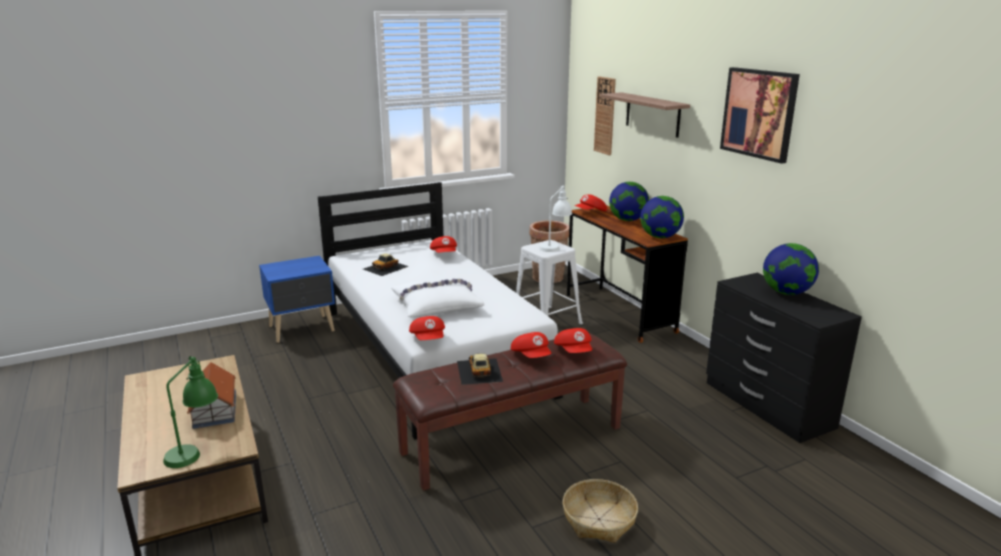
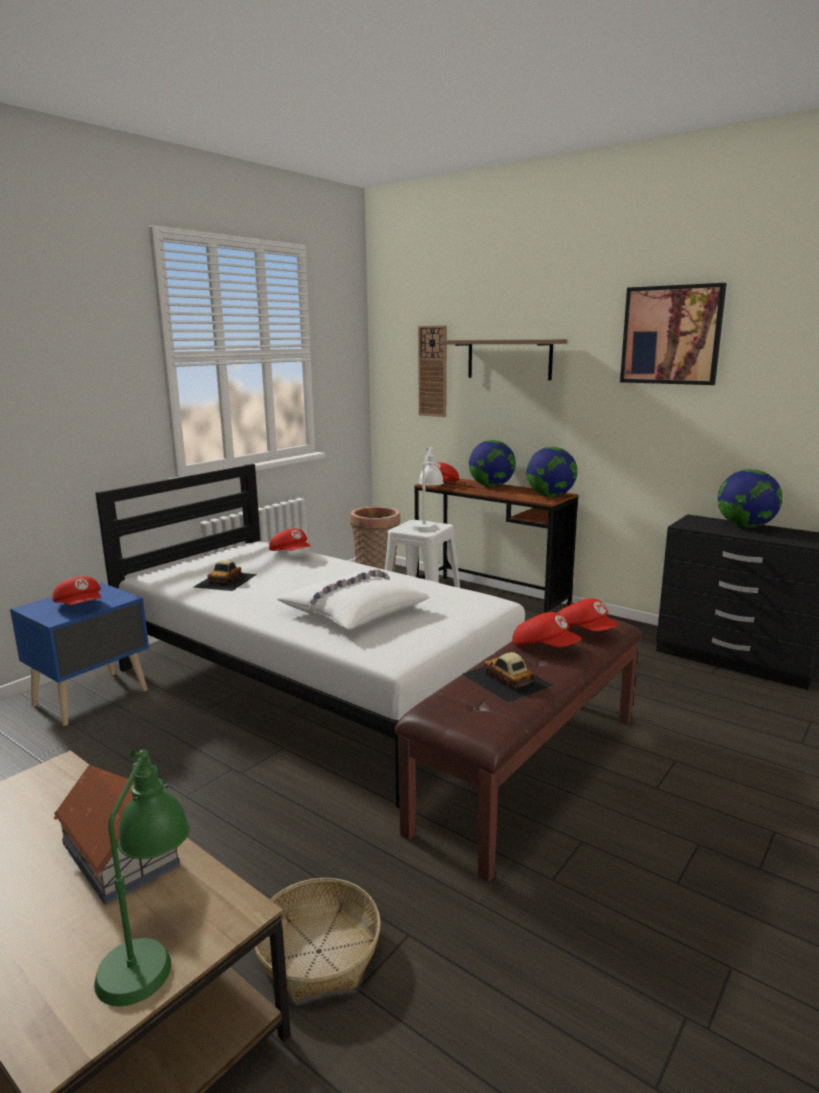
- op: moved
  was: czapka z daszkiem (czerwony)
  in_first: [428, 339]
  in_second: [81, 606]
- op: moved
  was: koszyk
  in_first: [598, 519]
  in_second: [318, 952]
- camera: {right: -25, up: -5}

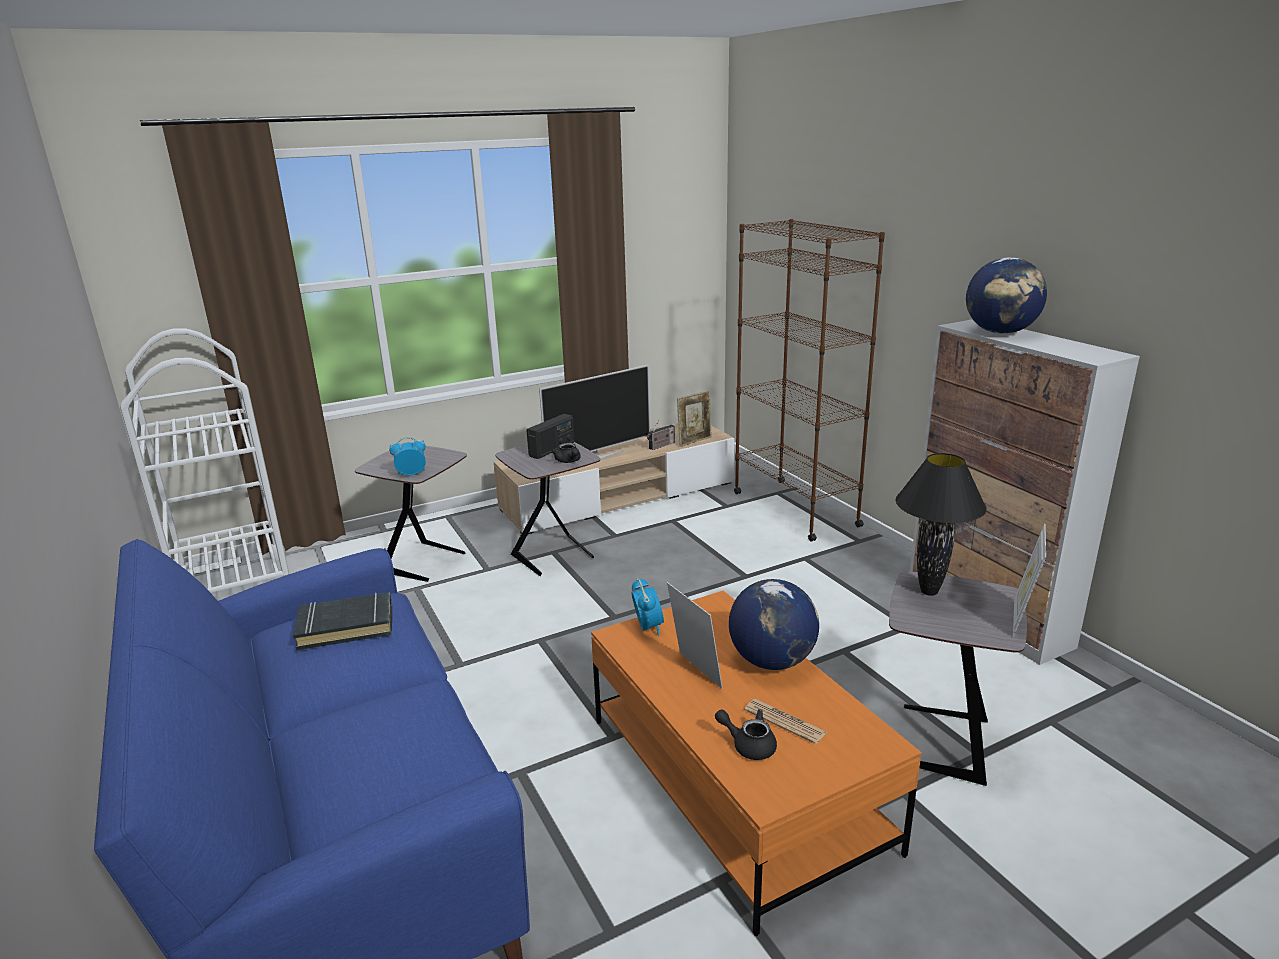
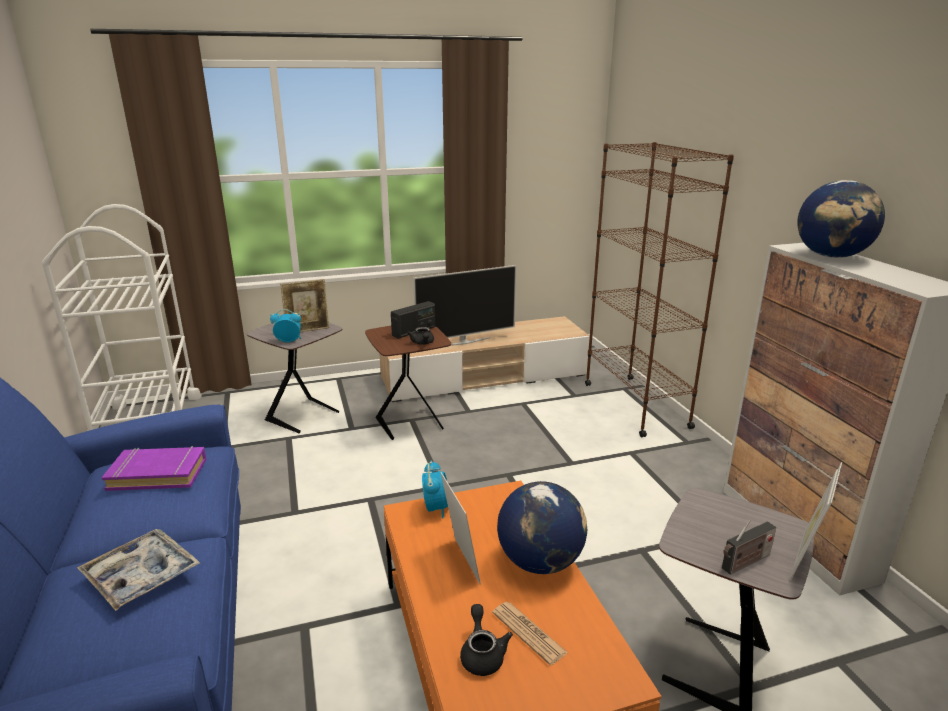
- op: moved
  was: ramka na zdjęcie
  in_first: [694, 441]
  in_second: [308, 330]
- op: moved
  was: radio
  in_first: [661, 446]
  in_second: [744, 563]
- op: recoloured
  was: stolik (szary)
  now: stolik (brązowy)
  in_first: [555, 556]
  in_second: [411, 424]
- op: removed
  was: lampa stołowa (czarny)
  in_first: [930, 592]
- op: recoloured
  was: książka (czarny)
  now: książka (fioletowy)
  in_first: [346, 626]
  in_second: [158, 474]
- op: turned
  was: imbryk (czarny)
  in_first: [748, 745]
  in_second: [482, 654]
  clockwise: 45
- op: added
  now: taca
  in_second: [141, 575]
- camera: {right: 10, up: 0}

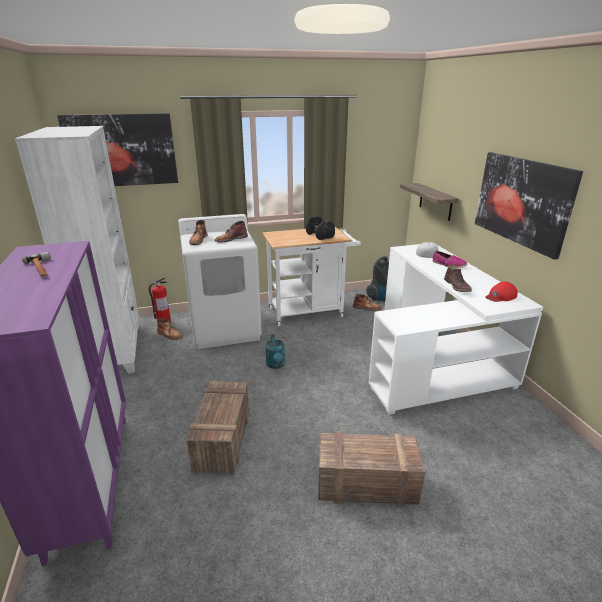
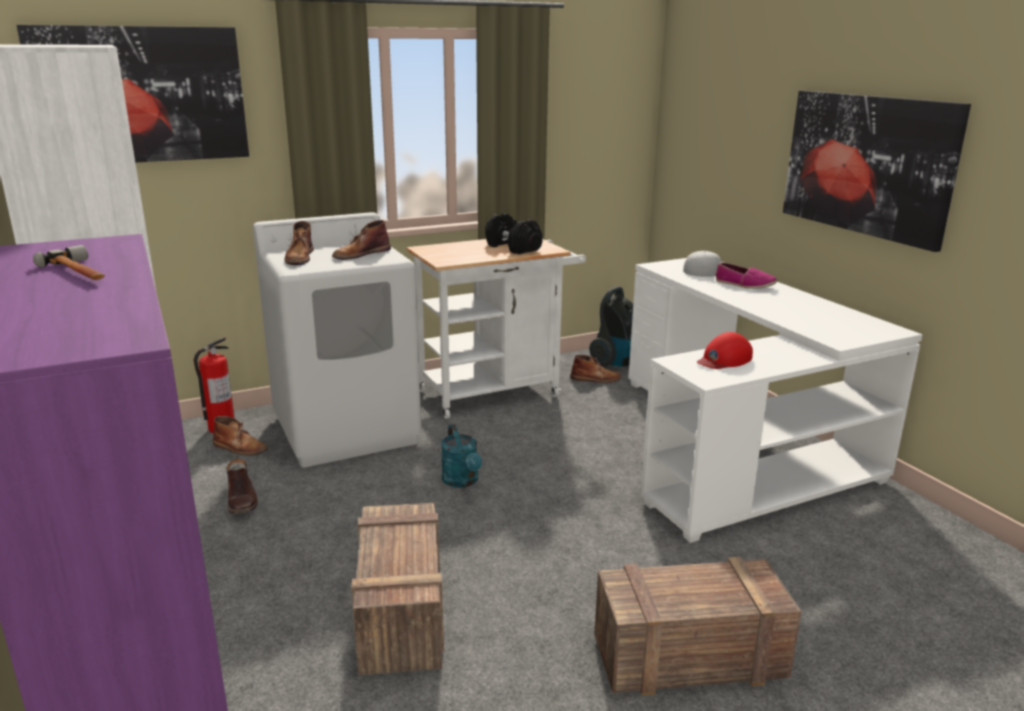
- op: removed
  was: półka
  in_first: [435, 201]
- op: moved
  was: but z cholewką (brązowy)
  in_first: [457, 286]
  in_second: [242, 500]
- op: moved
  was: czapka z daszkiem (czerwony)
  in_first: [500, 296]
  in_second: [724, 359]
- camera: {right: -10, up: -5}

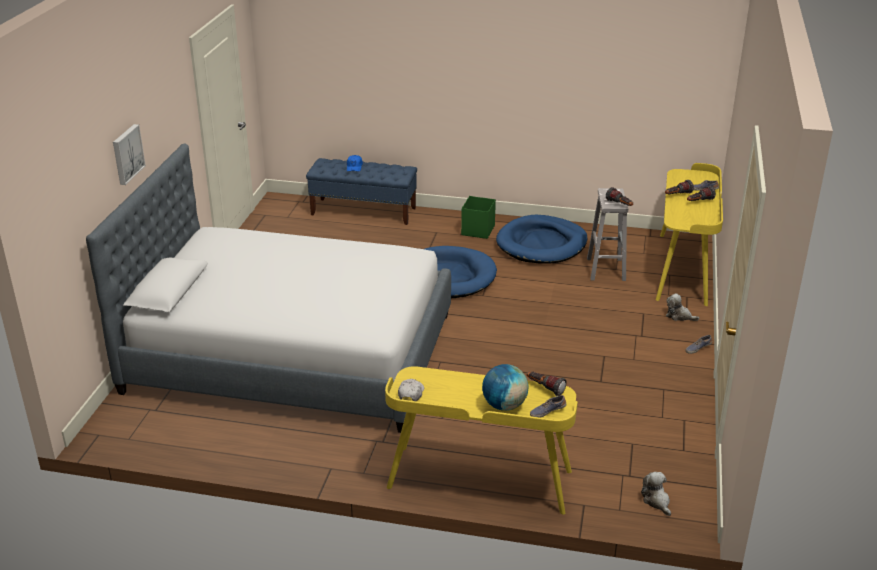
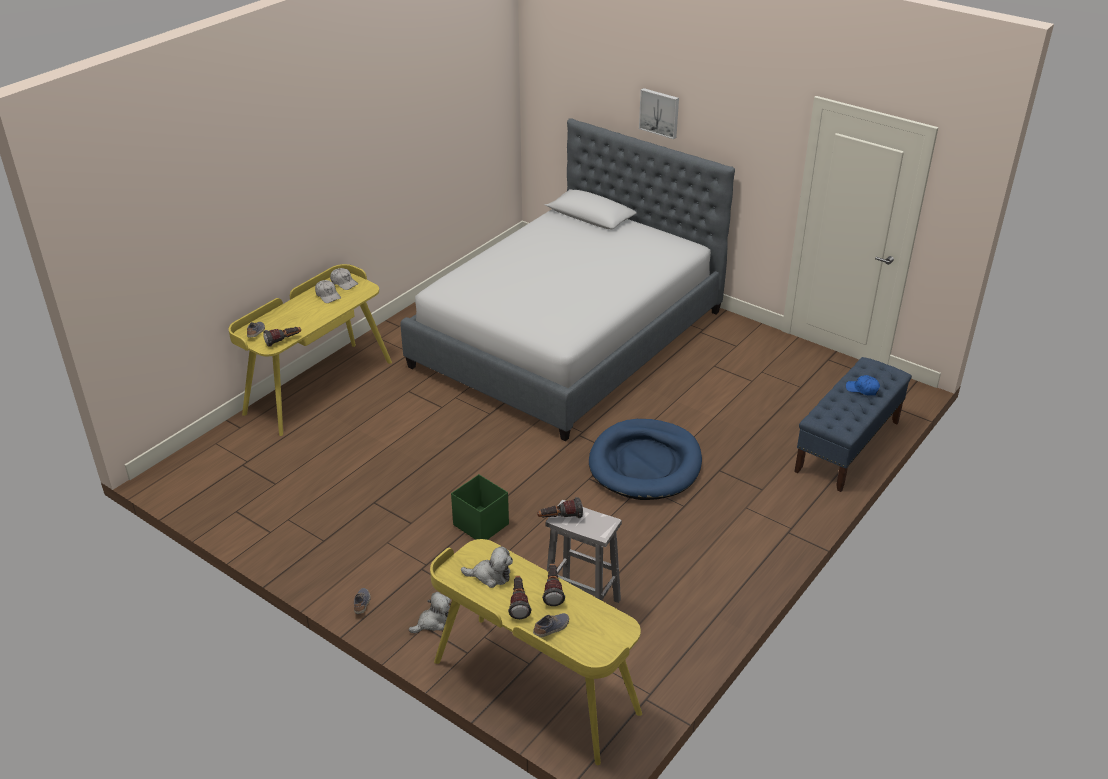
- op: moved
  was: pojemnik do przechowywania (zielony)
  in_first: [477, 230]
  in_second: [480, 524]
- op: removed
  was: legowisko (niebieski)
  in_first: [541, 244]
- op: removed
  was: globus
  in_first: [504, 405]
- op: moved
  was: pluszak
  in_first: [656, 501]
  in_second: [490, 575]
- op: added
  now: czapka z daszkiem (biały)
  in_second: [328, 295]
- camera: {right: 115, up: 5}

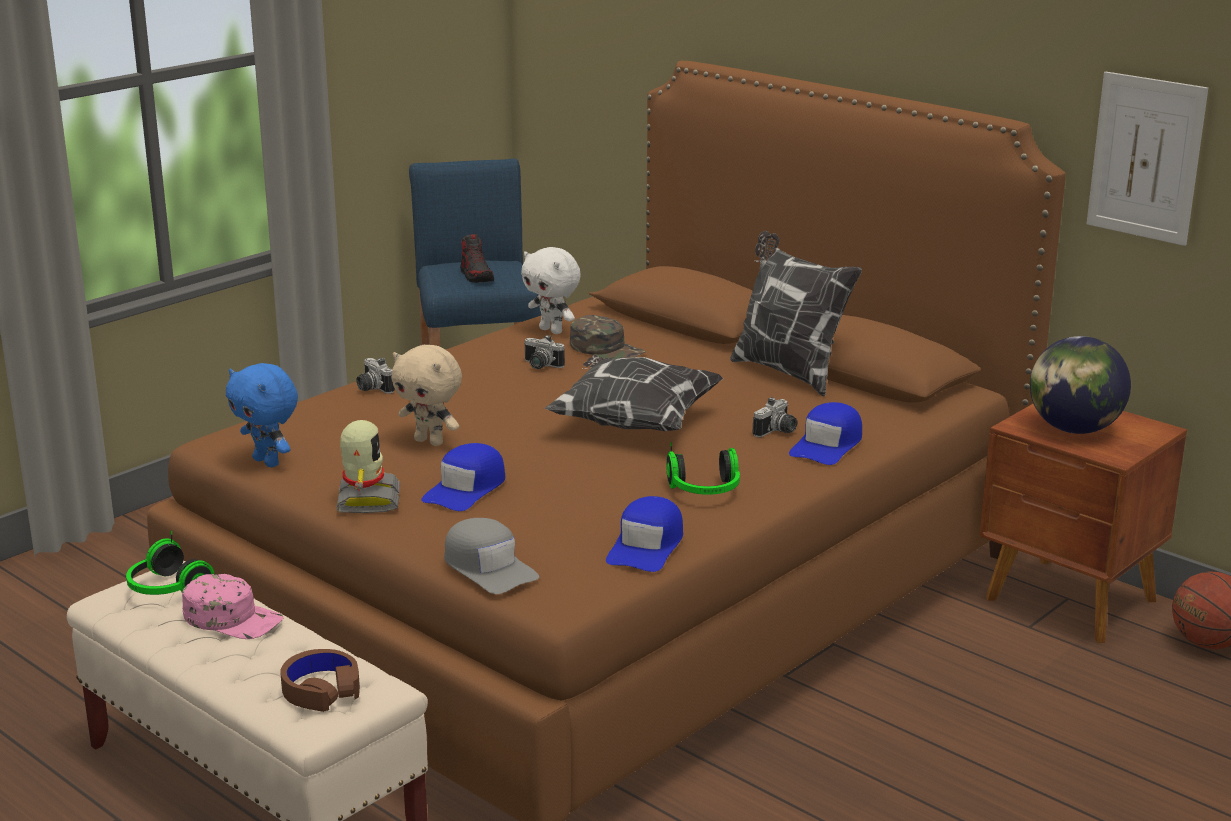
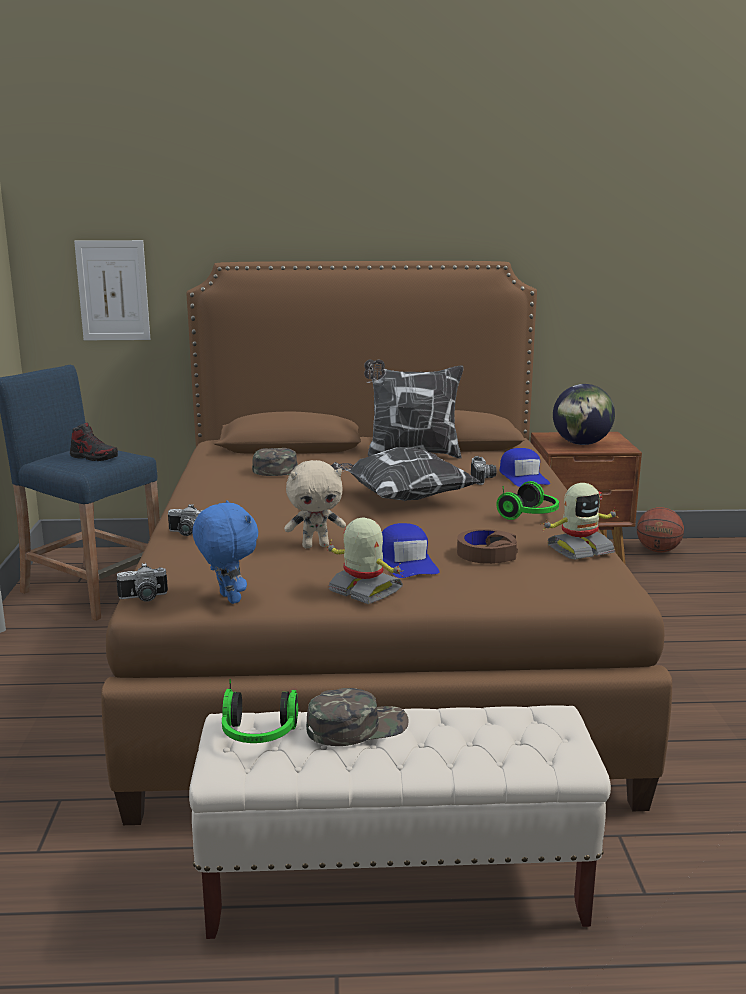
- op: moved
  was: obraz
  in_first: [1146, 158]
  in_second: [113, 290]
- op: removed
  was: pluszak (biały)
  in_first: [552, 330]
- op: moved
  was: aparat fotograficzny
  in_first: [540, 366]
  in_second: [143, 598]
- op: turned
  was: pluszak (niebieski)
  in_first: [268, 462]
  in_second: [227, 598]
  clockwise: -120
- op: replaced
  was: czapka z daszkiem (niebieski)
  now: robot zabawkowy
  in_first: [647, 546]
  in_second: [579, 549]
- op: removed
  was: czapka z daszkiem (szary)
  in_first: [488, 568]
- op: recoloured
  was: czapka z daszkiem (różowy)
  now: czapka z daszkiem (zielony)
  in_first: [233, 618]
  in_second: [357, 726]
- op: moved
  was: słuchawki (brązowy)
  in_first: [321, 690]
  in_second: [486, 555]
- camera: {right: -45, up: -5}

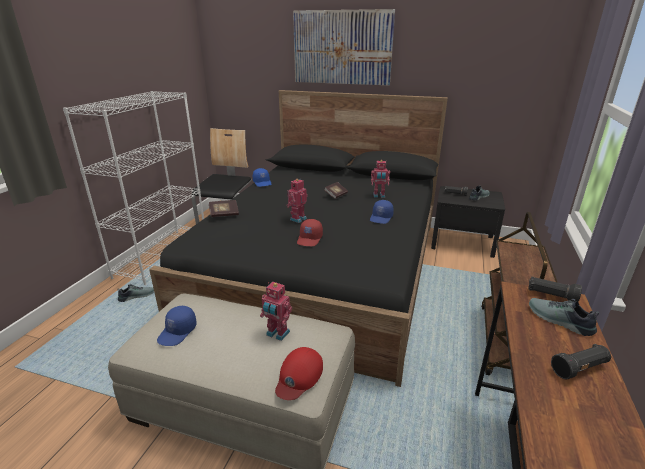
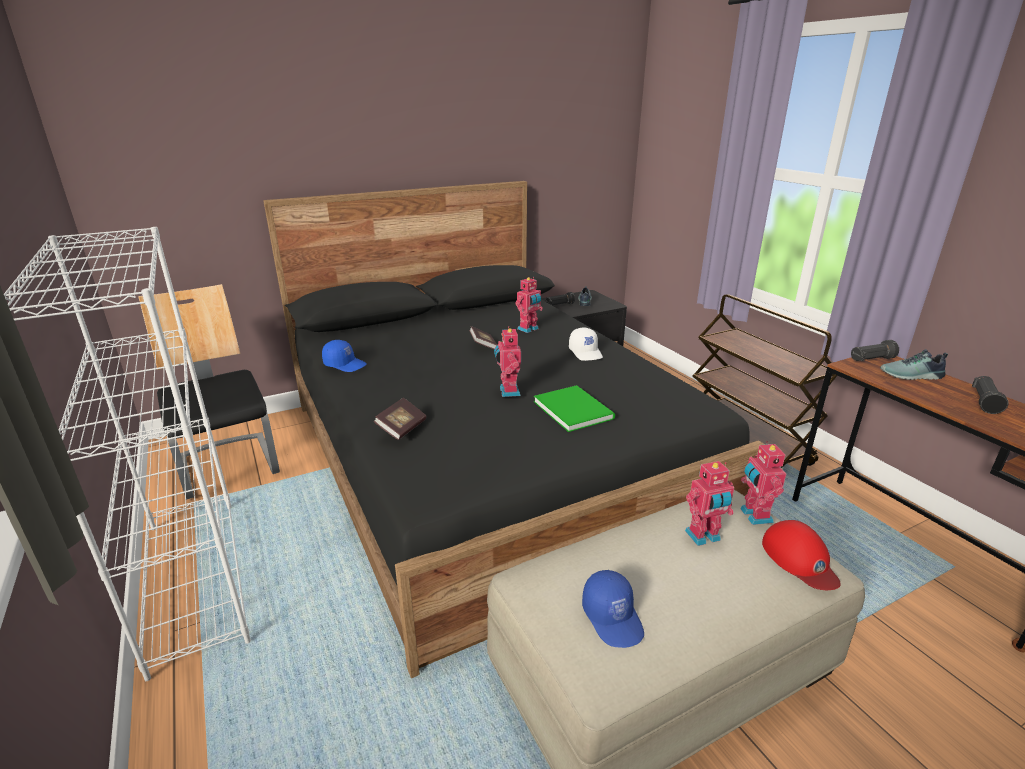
- op: removed
  was: obraz
  in_first: [342, 48]
- op: recoloured
  was: czapka z daszkiem (niebieski)
  now: czapka z daszkiem (biały)
  in_first: [381, 218]
  in_second: [586, 353]
- op: replaced
  was: czapka z daszkiem (czerwony)
  now: książka (zielony)
  in_first: [310, 239]
  in_second: [573, 408]
- op: removed
  was: but
  in_first: [136, 296]
- op: added
  now: robot zabawkowy
  in_second: [754, 516]
- camera: {right: -45, up: 0}

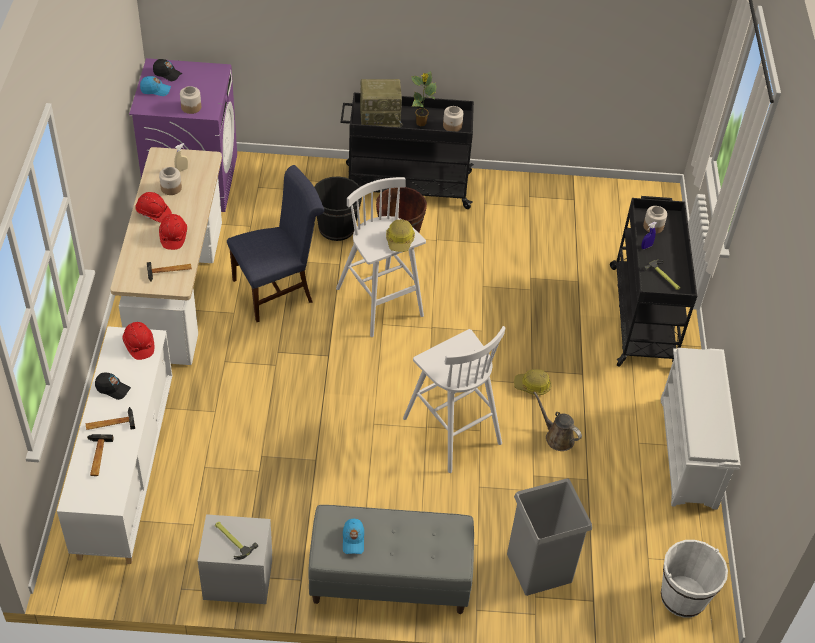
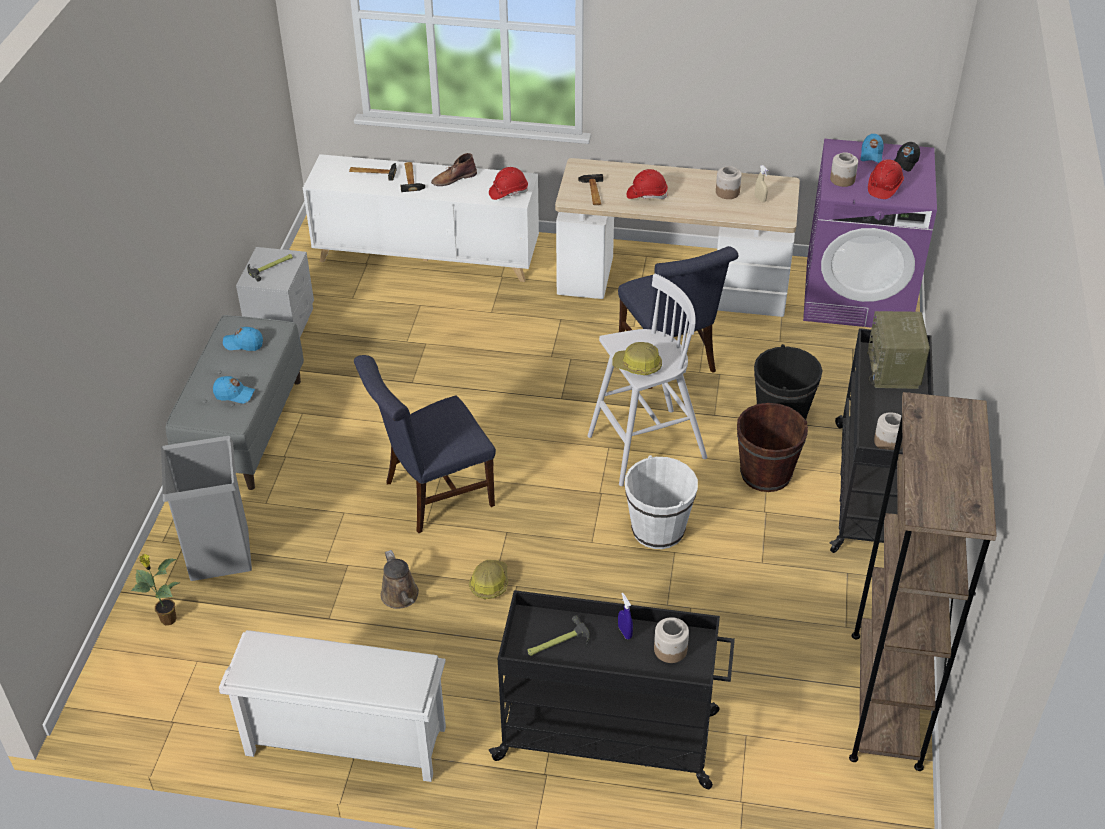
- op: moved
  was: roślina doniczkowa
  in_first: [421, 123]
  in_second: [167, 619]
- op: moved
  was: kask (czerwony)
  in_first: [153, 213]
  in_second: [884, 187]
- op: replaced
  was: stołek (biały)
  now: krzesło (niebieski)
  in_first: [450, 429]
  in_second: [432, 495]
- op: replaced
  was: czapka z daszkiem (czarny)
  now: but z cholewką (brązowy)
  in_first: [113, 389]
  in_second: [453, 178]
- op: turned
  was: konewka (brązowy)
  in_first: [557, 437]
  in_second: [401, 597]
  clockwise: 105
- op: moved
  was: wiadro (biały)
  in_first: [683, 597]
  in_second: [658, 529]
- op: added
  now: czapka z daszkiem (niebieski)
  in_second: [234, 394]
- op: added
  now: regał (brązowy)
  in_second: [886, 699]
- camera: {right: 100, up: -5}

